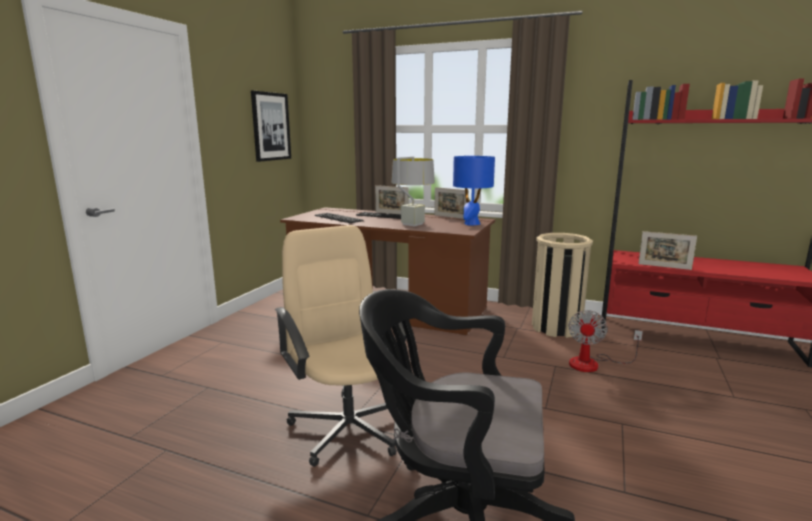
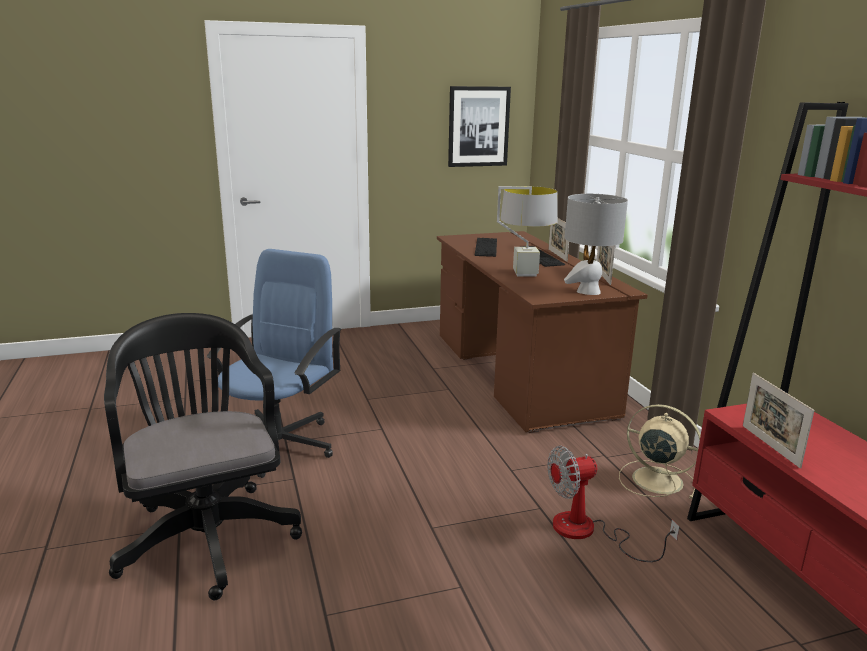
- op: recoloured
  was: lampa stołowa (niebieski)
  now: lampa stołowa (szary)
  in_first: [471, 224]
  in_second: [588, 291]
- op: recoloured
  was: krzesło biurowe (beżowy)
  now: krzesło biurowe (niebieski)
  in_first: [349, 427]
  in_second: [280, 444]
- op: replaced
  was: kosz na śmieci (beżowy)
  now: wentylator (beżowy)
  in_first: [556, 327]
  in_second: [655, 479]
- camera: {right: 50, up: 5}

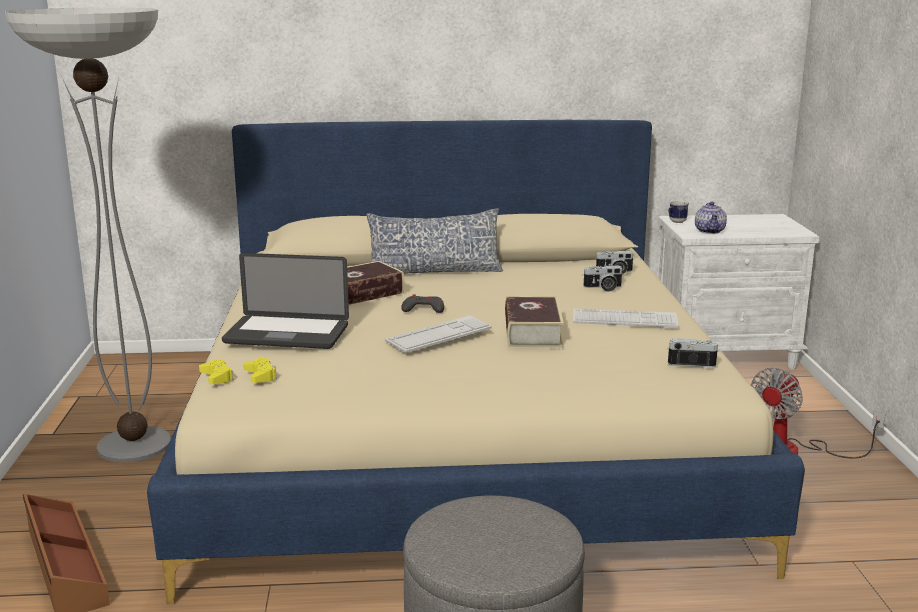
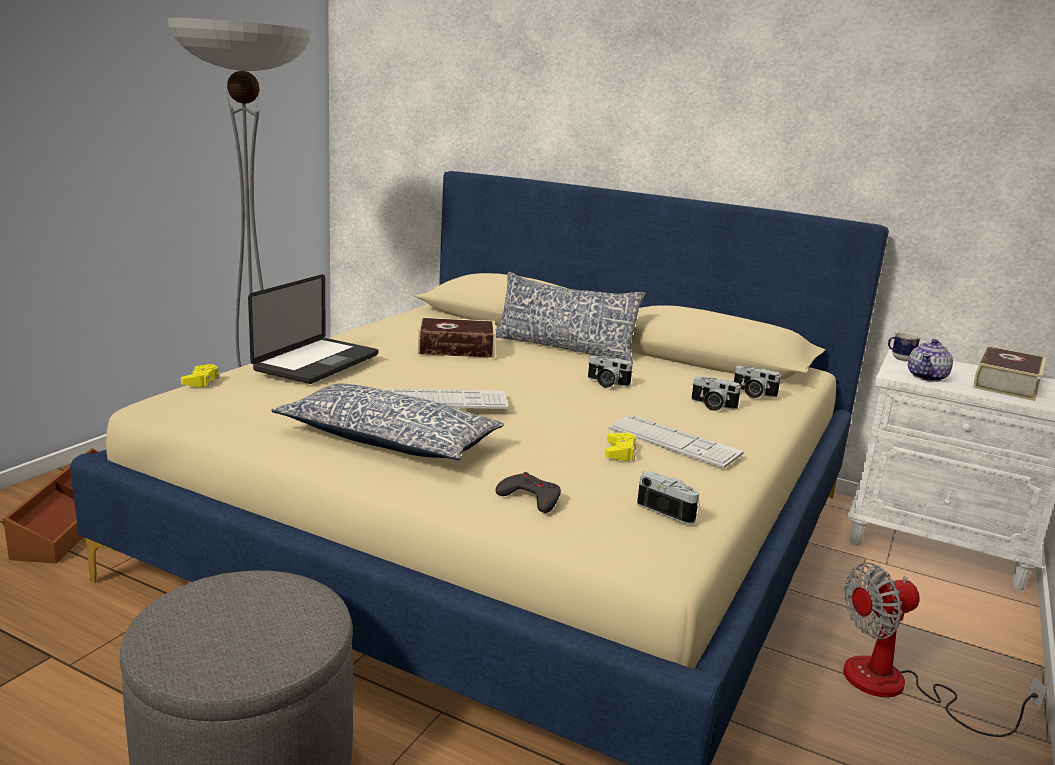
- op: turned
  was: laptop
  in_first: [286, 334]
  in_second: [317, 362]
  clockwise: -105
- op: moved
  was: pad do gier (szary)
  in_first: [423, 309]
  in_second: [530, 498]
- op: moved
  was: książka
  in_first: [532, 332]
  in_second: [1006, 384]
- op: moved
  was: pad do gier (żółty)
  in_first: [260, 376]
  in_second: [620, 452]
- op: added
  now: aparat fotograficzny
  in_second: [606, 383]
- op: added
  now: poduszka
  in_second: [388, 440]
- camera: {right: 30, up: 0}

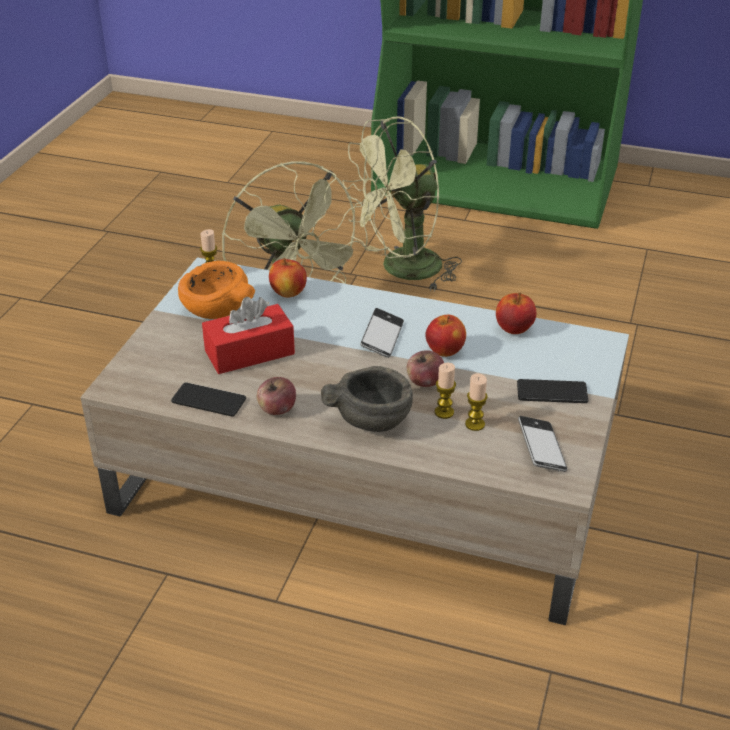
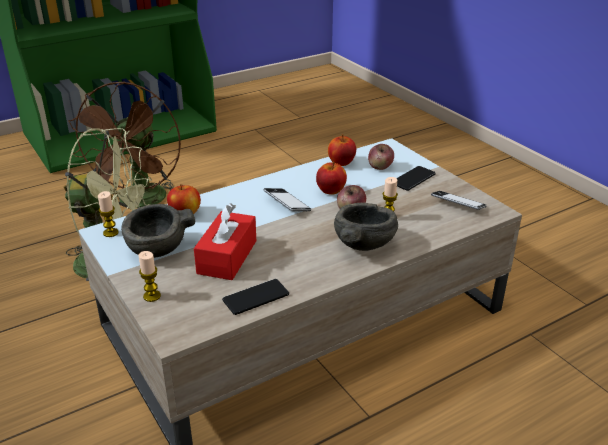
- op: recoloured
  was: wentylator (zielony)
  now: wentylator (brązowy)
  in_first: [401, 270]
  in_second: [140, 203]
- op: recoloured
  was: miska (pomarańczowy)
  now: miska (szary)
  in_first: [216, 310]
  in_second: [157, 249]
- op: moved
  was: świeca
  in_first: [475, 424]
  in_second: [152, 296]
- op: moved
  was: jabłko
  in_first: [277, 409]
  in_second: [380, 167]
- camera: {right: -50, up: -5}

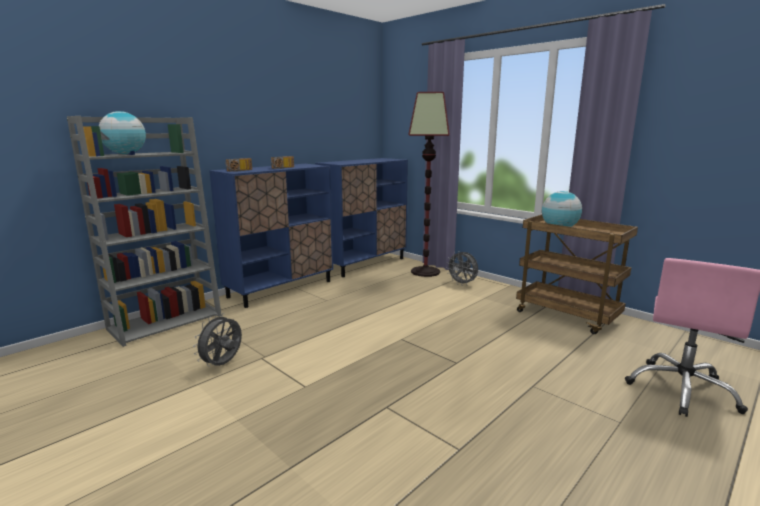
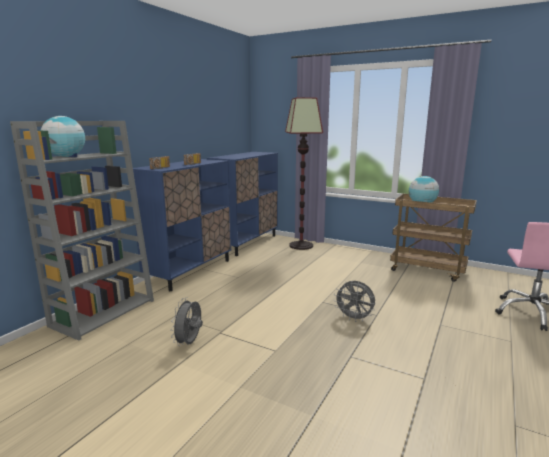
- op: moved
  was: wentylator (szary)
  in_first: [462, 284]
  in_second: [354, 318]
- camera: {right: -15, up: 0}

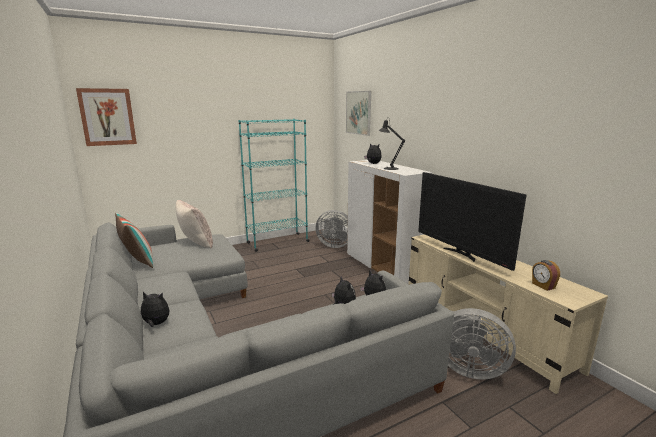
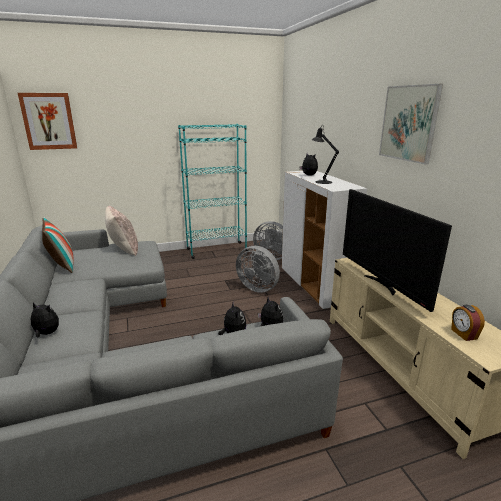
- op: moved
  was: obraz
  in_first: [358, 112]
  in_second: [408, 123]
- op: moved
  was: wentylator (szary)
  in_first: [468, 368]
  in_second: [258, 287]
- camera: {right: 10, up: 5}

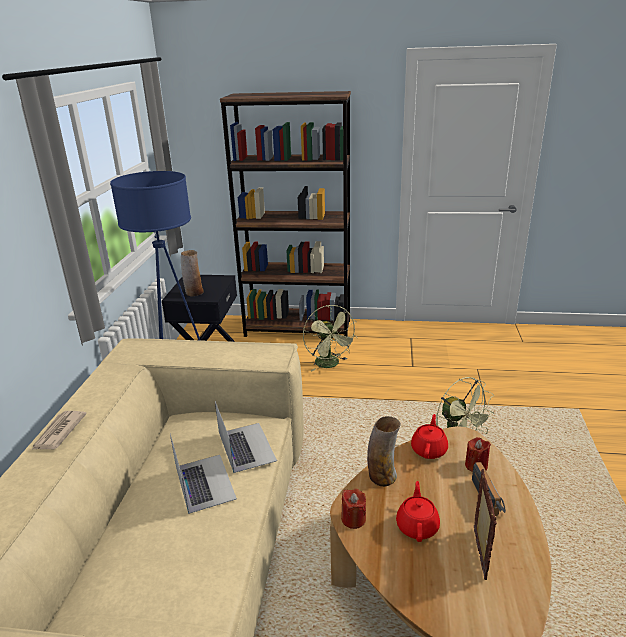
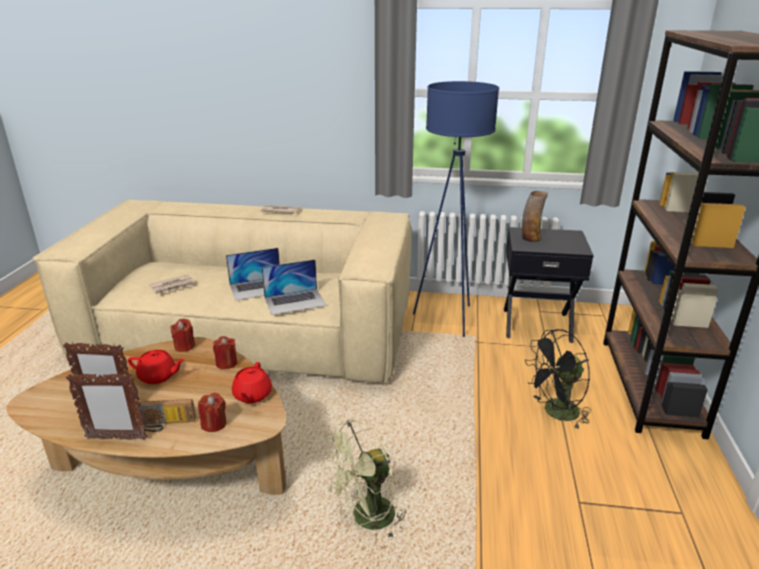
- op: recoloured
  was: wentylator (zielony)
  now: wentylator (czarny)
  in_first: [330, 365]
  in_second: [555, 413]
- op: turned
  was: imbryk (czerwony)
  in_first: [429, 449]
  in_second: [252, 395]
  clockwise: 75
- op: replaced
  was: wazon
  now: świeca (czerwony)
  in_first: [382, 476]
  in_second: [226, 363]
- op: added
  now: gazeta
  in_second: [173, 286]
- op: added
  now: ramka na zdjęcie
  in_second: [116, 438]
- camera: {right: 90, up: 0}

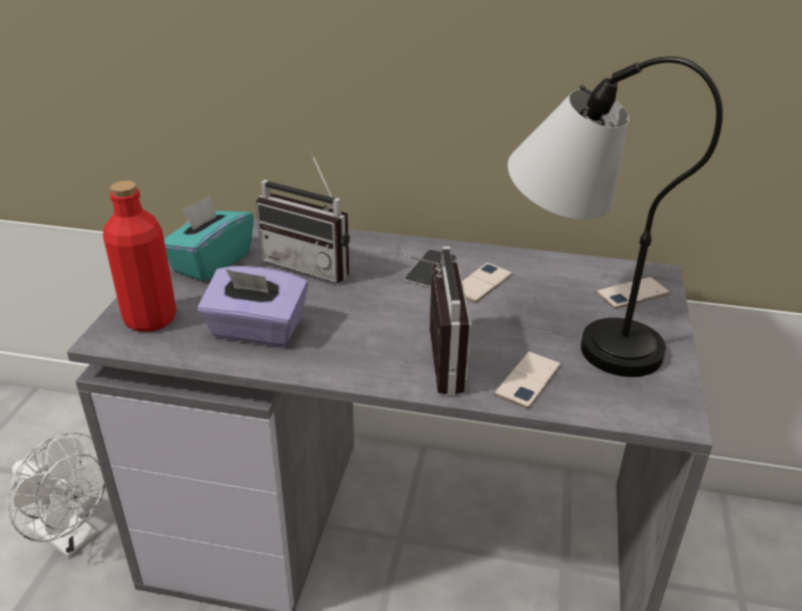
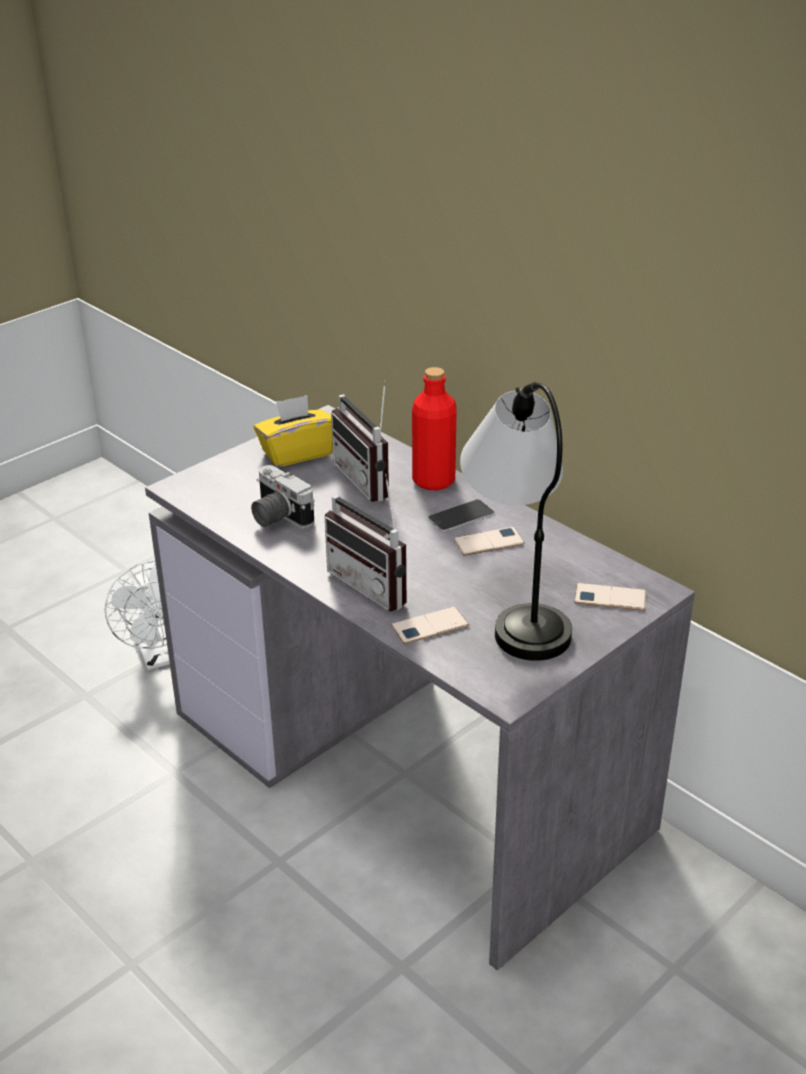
- op: moved
  was: butelka (czerwony)
  in_first: [150, 319]
  in_second: [433, 481]
- op: recoloured
  was: pudełko chusteczek (turkusowy)
  now: pudełko chusteczek (żółty)
  in_first: [211, 262]
  in_second: [297, 453]
- op: turned
  was: radio
  in_first: [432, 360]
  in_second: [376, 584]
  clockwise: 105
- op: replaced
  was: pudełko chusteczek (fioletowy)
  now: aparat fotograficzny
  in_first: [256, 330]
  in_second: [276, 517]
- camera: {right: 35, up: 0}

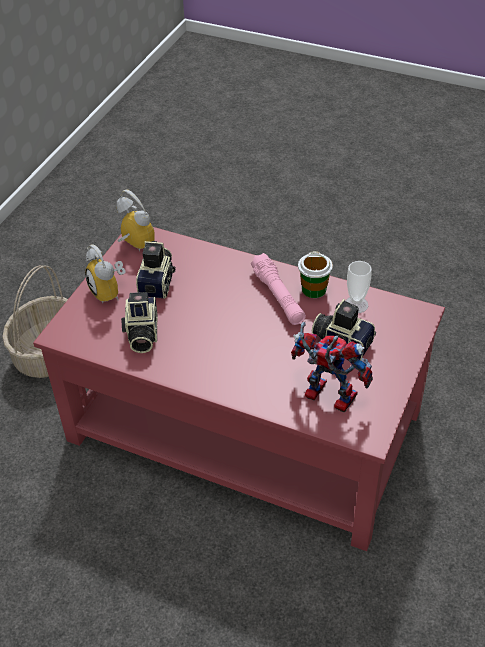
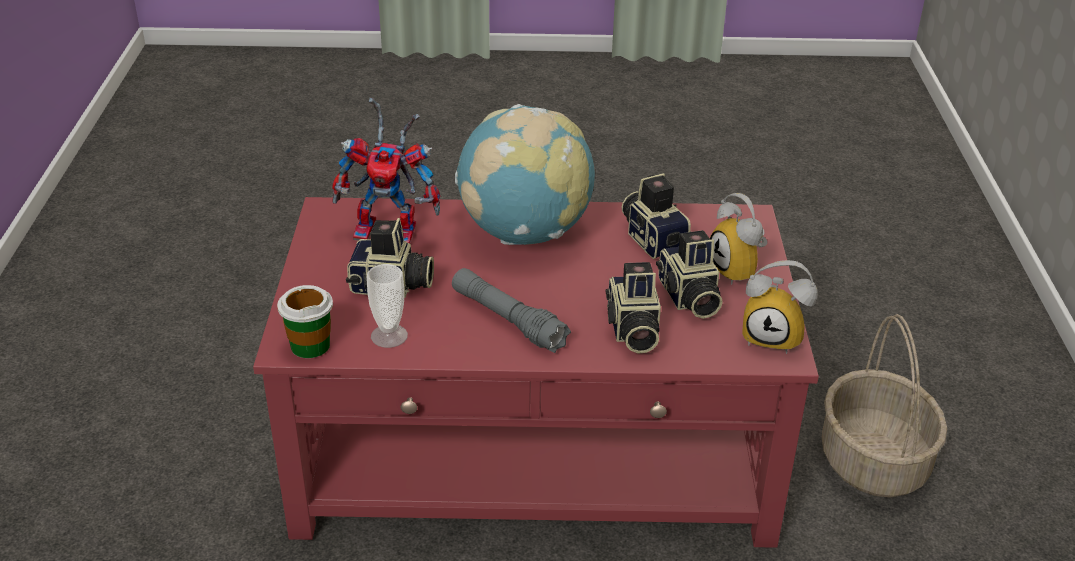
- op: turned
  was: budzik
  in_first: [110, 292]
  in_second: [740, 271]
  clockwise: -150
- op: moved
  was: filiżanka
  in_first: [314, 289]
  in_second: [310, 345]
- op: recoloured
  was: latarka (różowy)
  now: latarka (szary)
  in_first: [278, 296]
  in_second: [508, 320]
- op: added
  now: globus
  in_second: [525, 233]
- op: added
  now: aparat fotograficzny
  in_second: [632, 330]
- camera: {right: 155, up: -10}

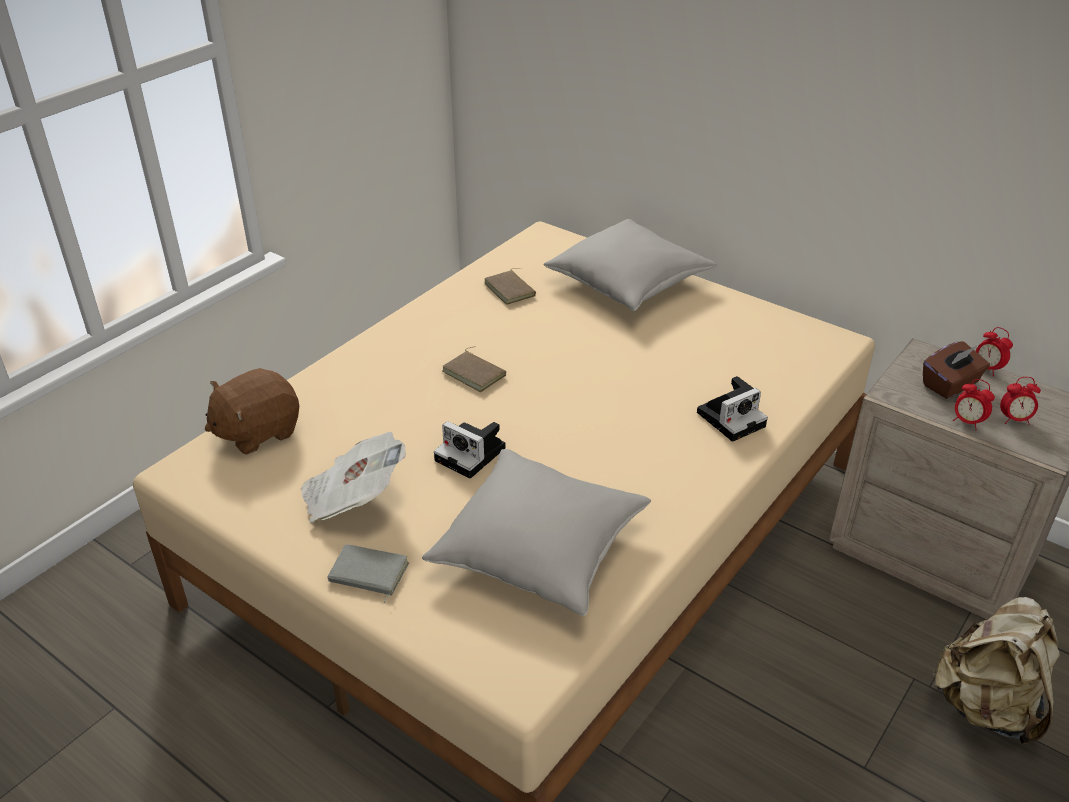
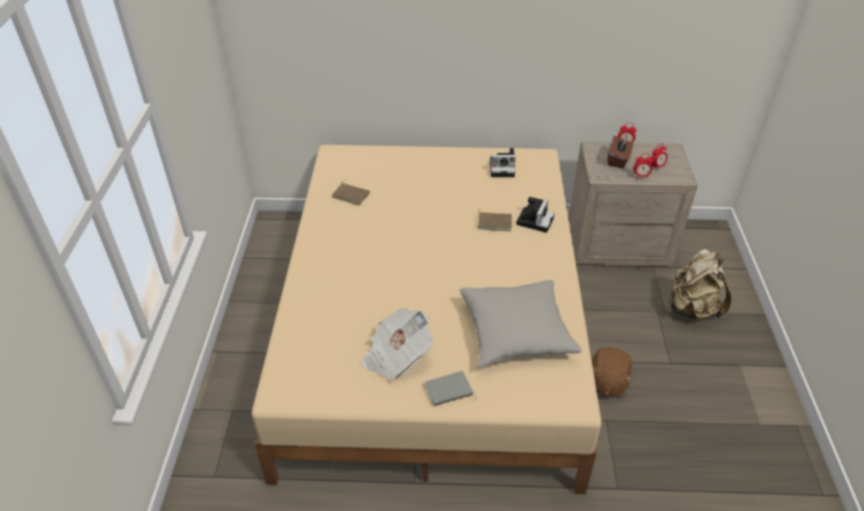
- op: removed
  was: poduszka (szary)
  in_first: [629, 283]
- op: moved
  was: książka (brązowy)
  in_first: [475, 373]
  in_second: [494, 222]
- op: moved
  was: pluszak (brązowy)
  in_first: [257, 432]
  in_second: [607, 382]
- op: moved
  was: aparat fotograficzny
  in_first: [473, 455]
  in_second: [503, 168]
- camera: {right: -35, up: 5}

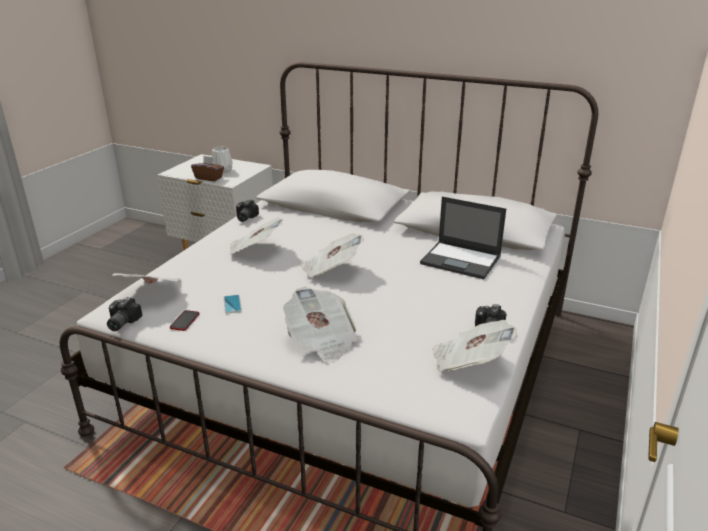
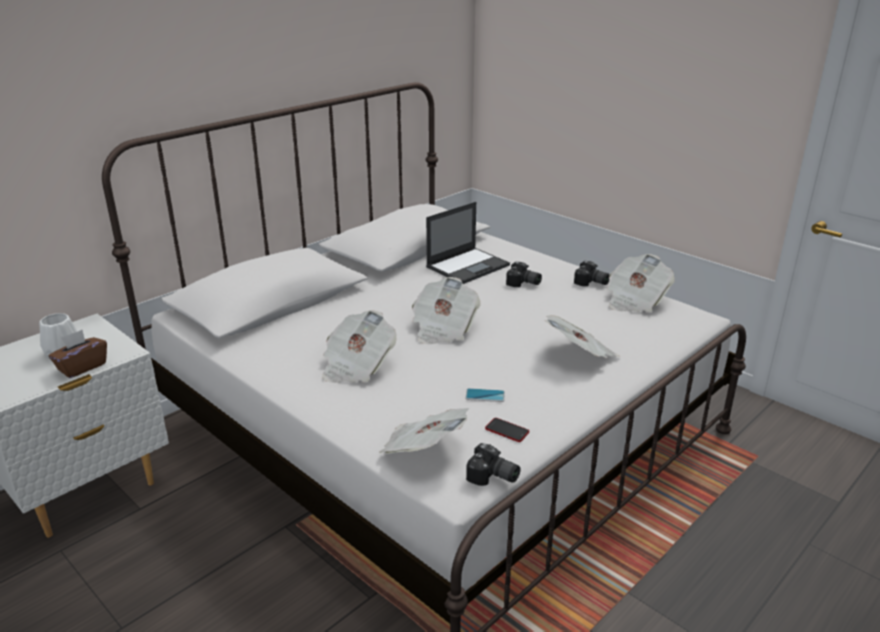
- op: moved
  was: aparat fotograficzny
  in_first: [244, 218]
  in_second: [523, 283]
- camera: {right: -70, up: 0}

